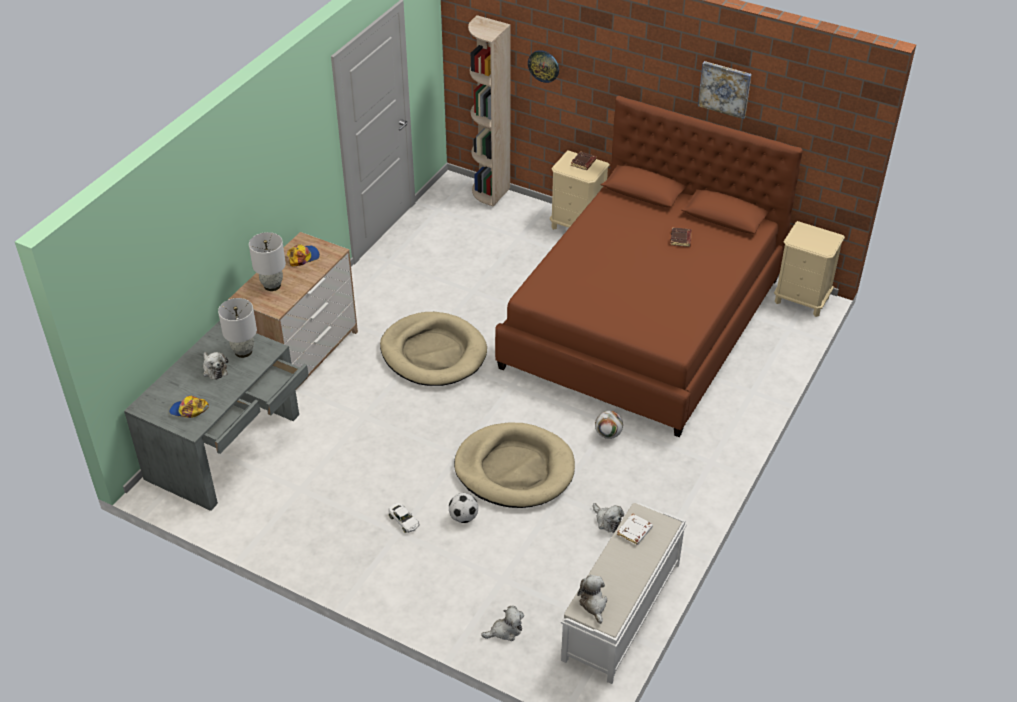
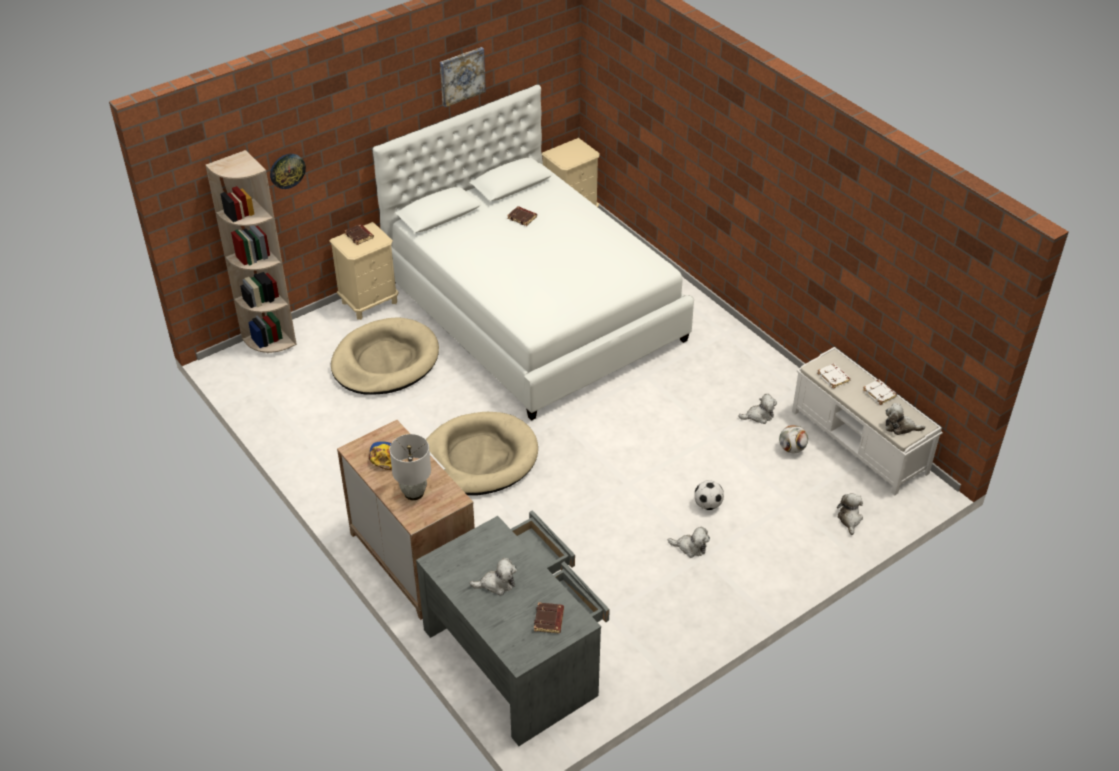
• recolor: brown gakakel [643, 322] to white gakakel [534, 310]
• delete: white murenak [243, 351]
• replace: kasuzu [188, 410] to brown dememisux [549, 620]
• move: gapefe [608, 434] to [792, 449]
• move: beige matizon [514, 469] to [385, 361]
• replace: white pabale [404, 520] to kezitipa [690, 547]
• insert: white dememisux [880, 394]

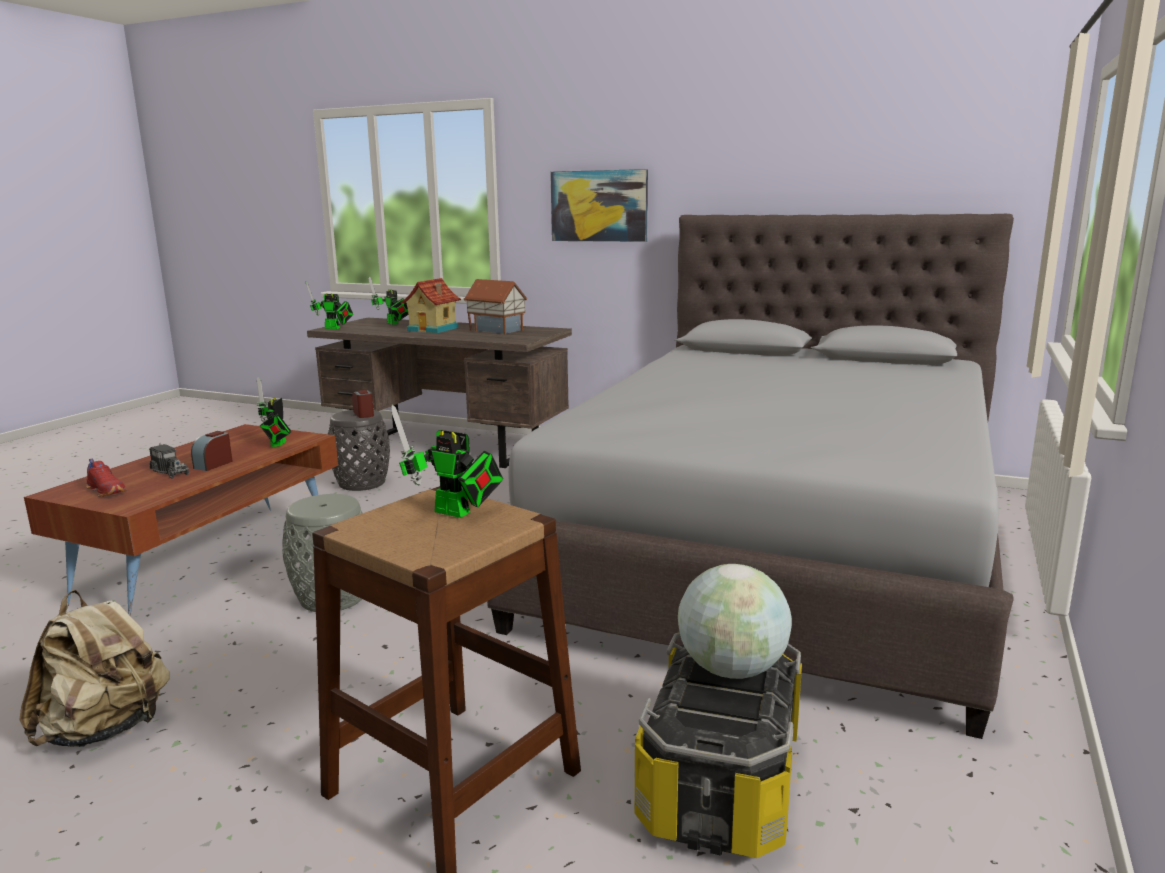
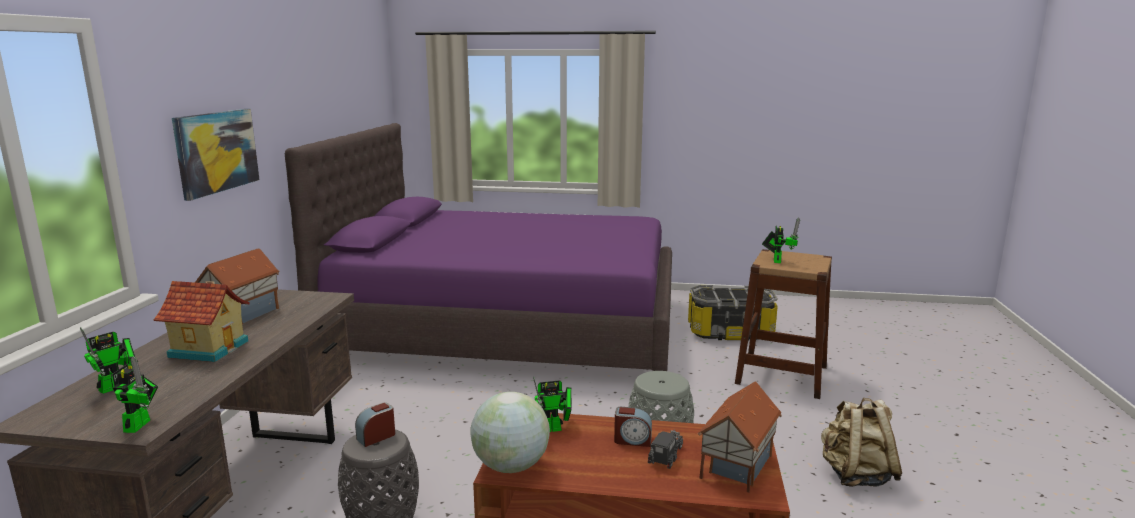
• recolor: grey gakakel [780, 546] to purple gakakel [507, 327]
• replace: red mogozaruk [107, 491] to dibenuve [735, 466]
• move: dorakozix [732, 670] to [511, 466]

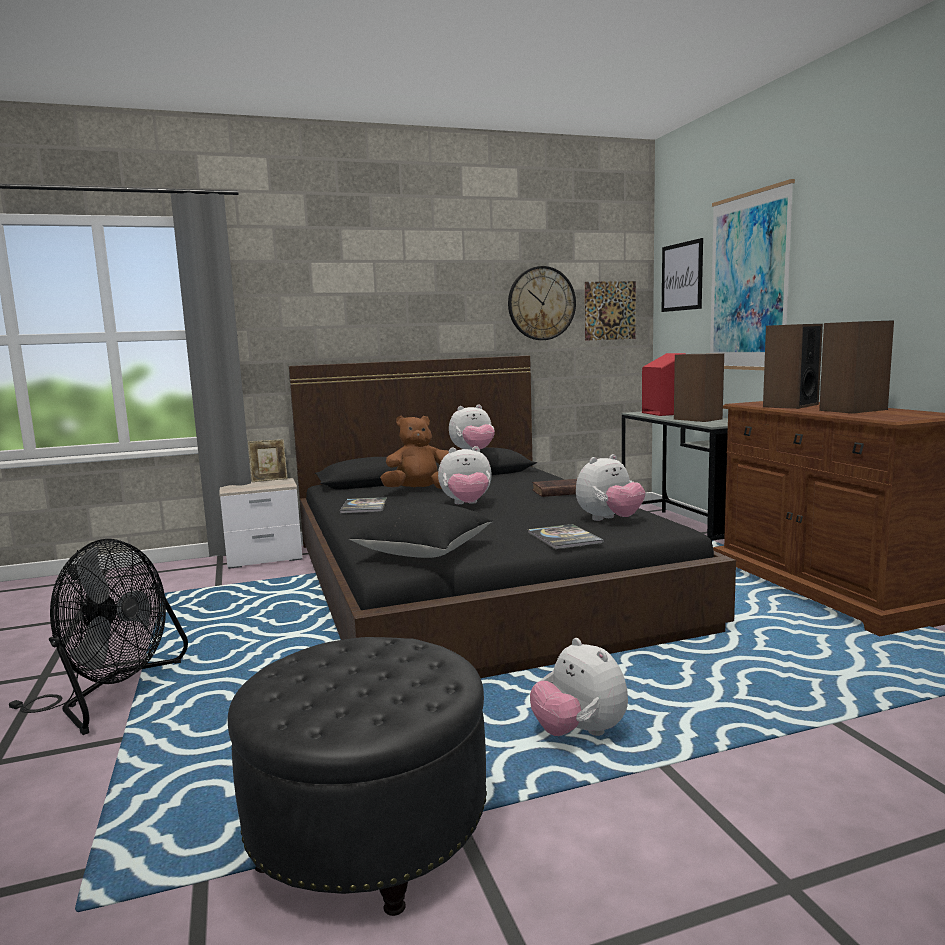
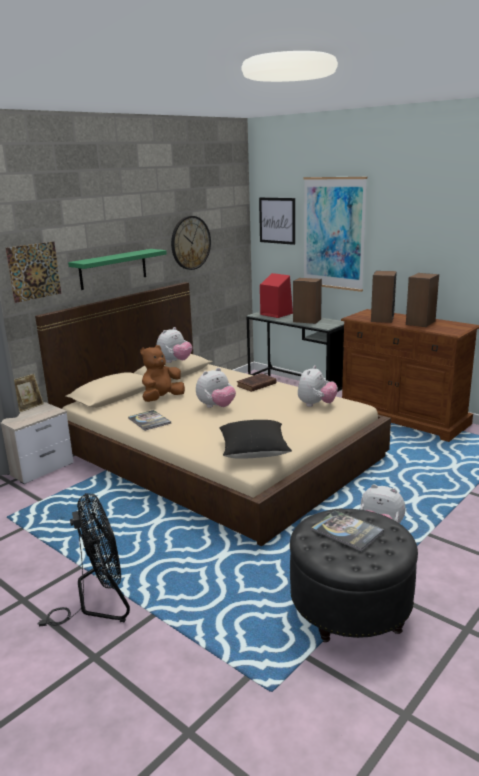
• move: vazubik [610, 310] to [34, 271]
• recolor: black gakakel [474, 580] to beige gakakel [217, 453]
• move: dememisux [564, 538] to [347, 531]
• insert: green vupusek [113, 269]

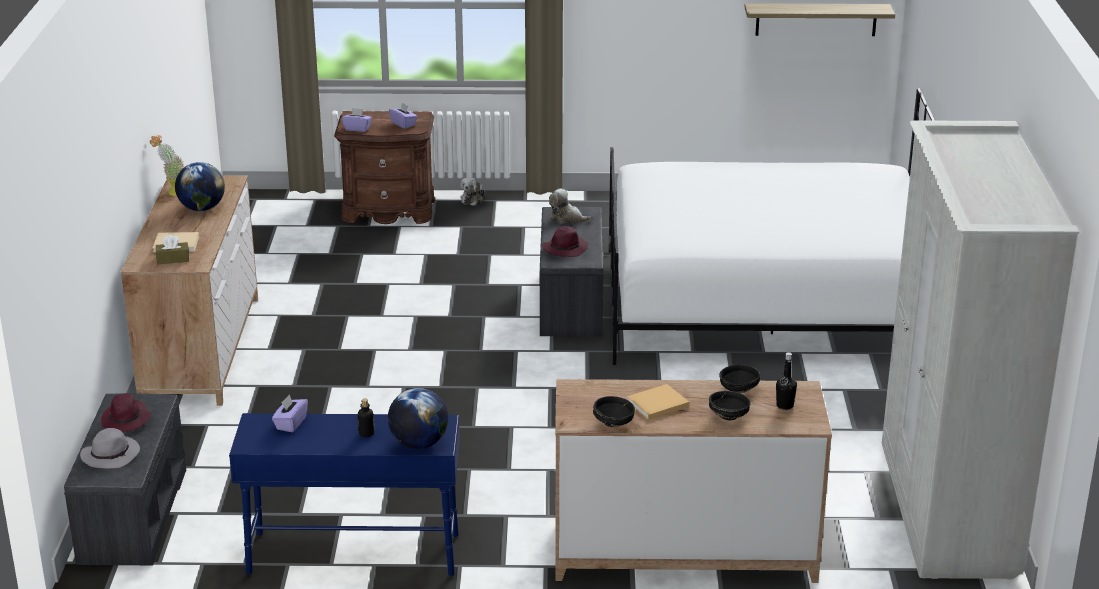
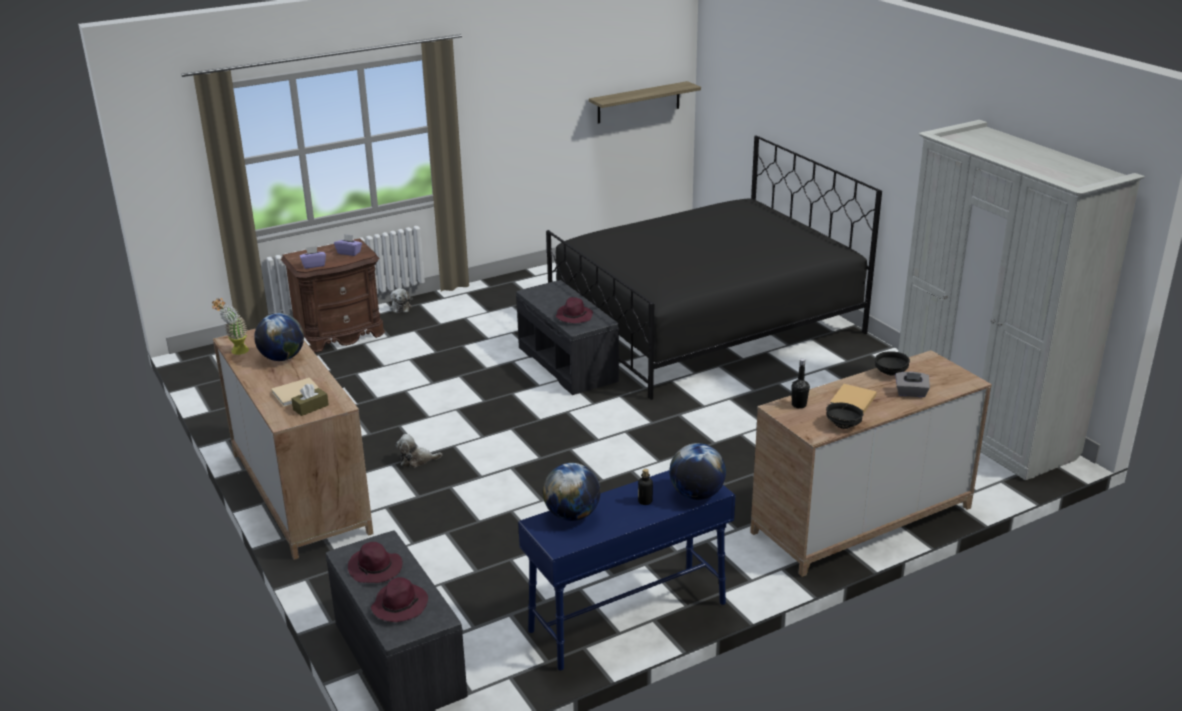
• recolor: white gakakel [767, 304] to black gakakel [706, 325]
• move: kezitipa [567, 218] to [416, 460]
• move: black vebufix [784, 405] to [799, 405]
• replace: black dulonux [729, 416] to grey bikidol [911, 393]
• replace: purple bikidol [290, 423] to dorakozix [572, 515]
• recolor: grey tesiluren [111, 455] to purple tesiluren [399, 605]

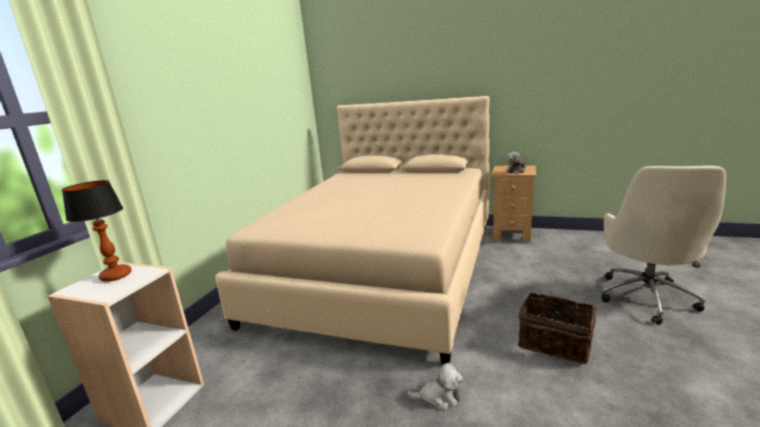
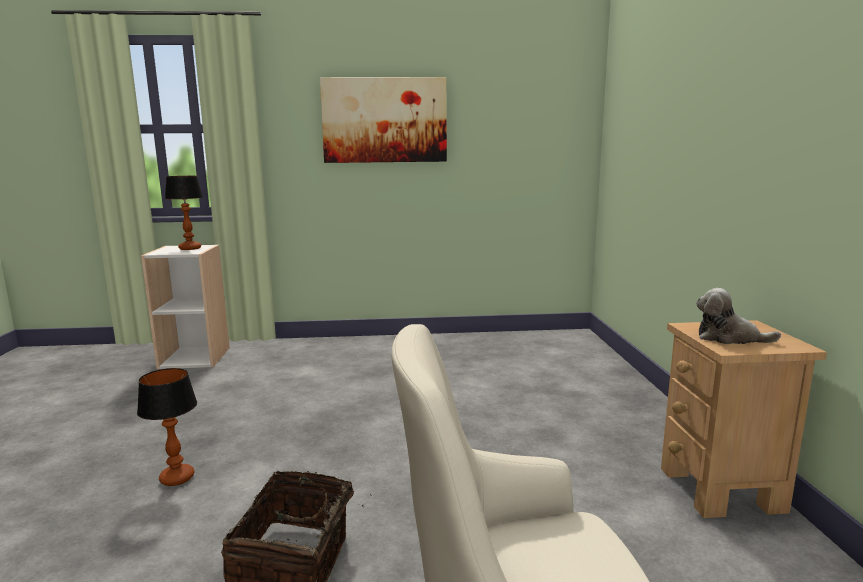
• delete: beige gakakel [385, 267]
• replace: kezitipa [438, 397] to murenak [177, 477]
• insert: vazubik [384, 120]

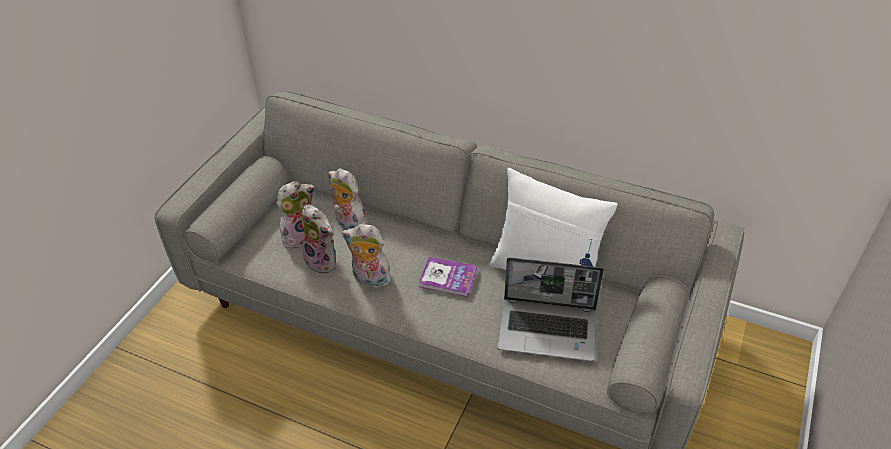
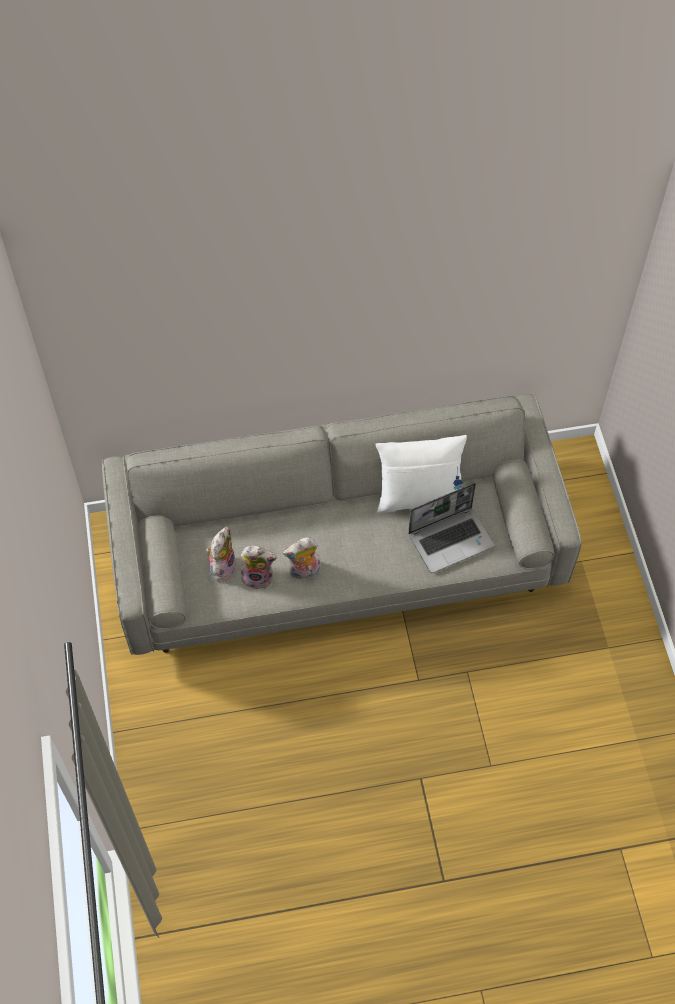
• delete: kezitipa [348, 224]
• delete: dememisux [447, 278]

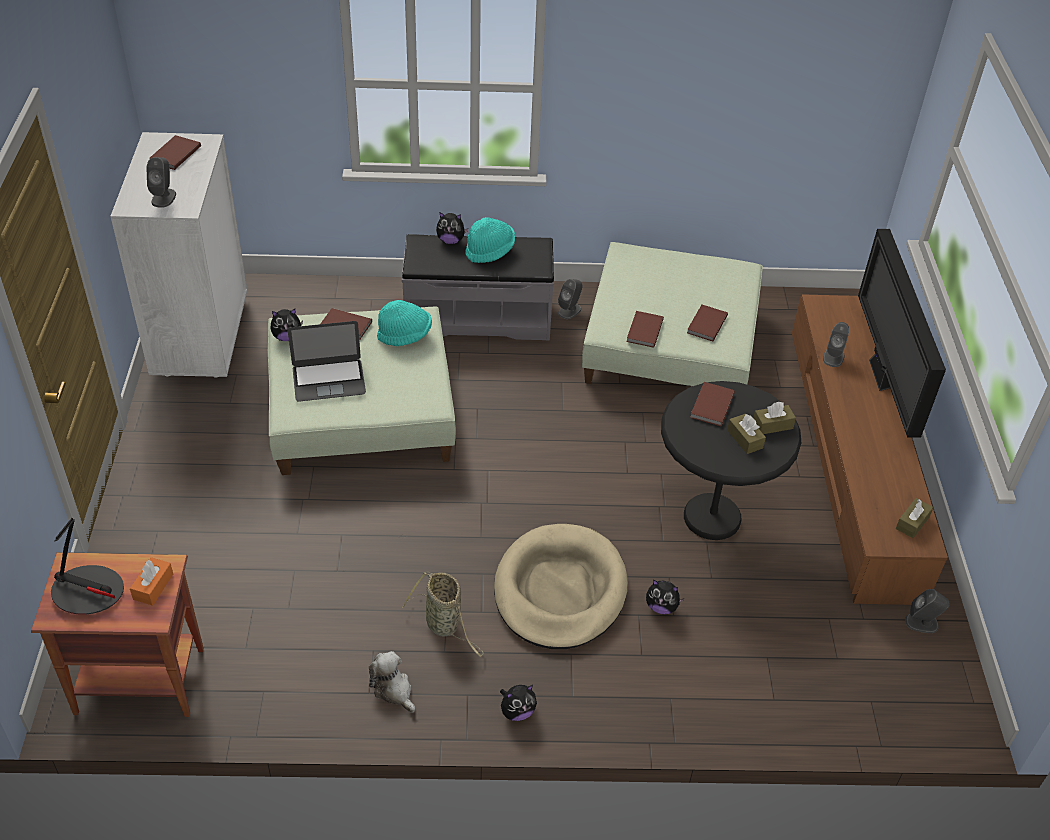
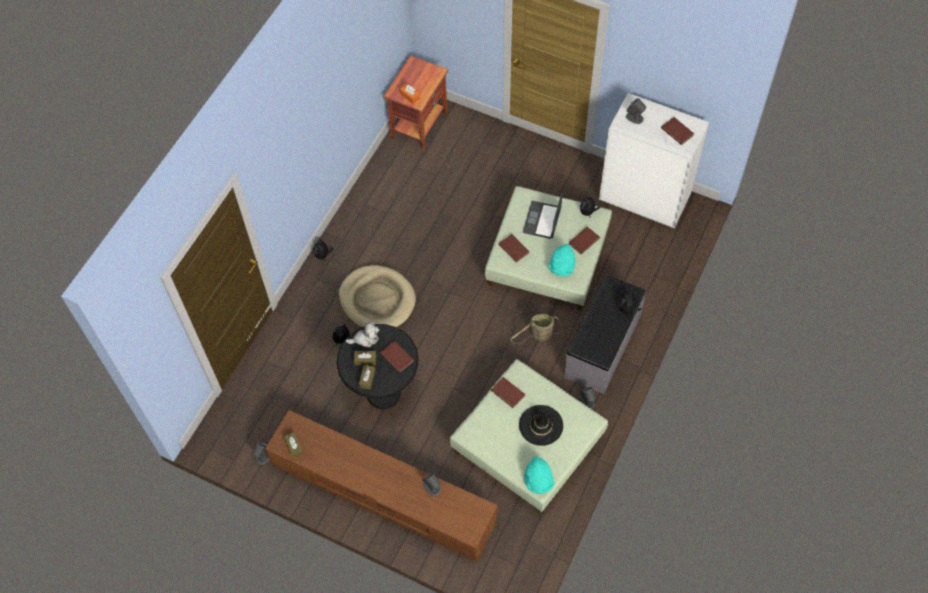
• move: turquoise tesiluren [490, 251] to [538, 480]
• delete: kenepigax [881, 377]
• move: brown dememisux [705, 324] to [514, 248]
• delete: murenak [88, 592]
• move: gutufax [444, 625] to [539, 335]
• move: kezitipa [393, 689] to [365, 339]
• insert: black tesiluren [541, 425]

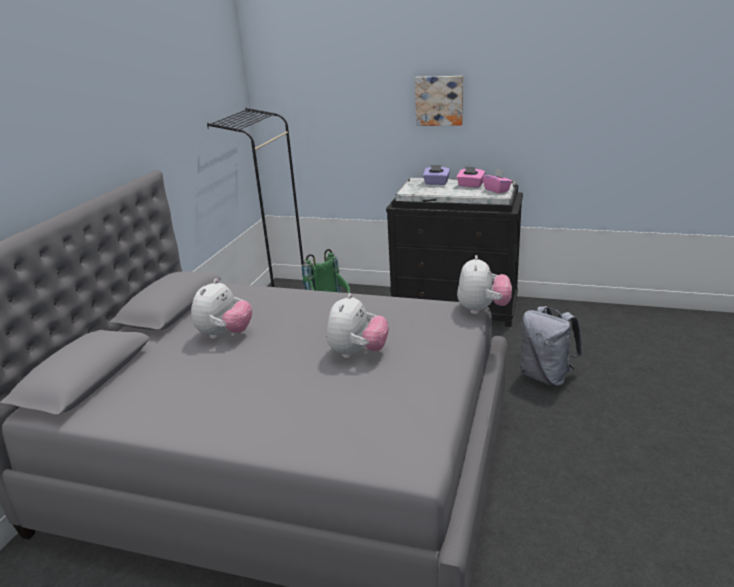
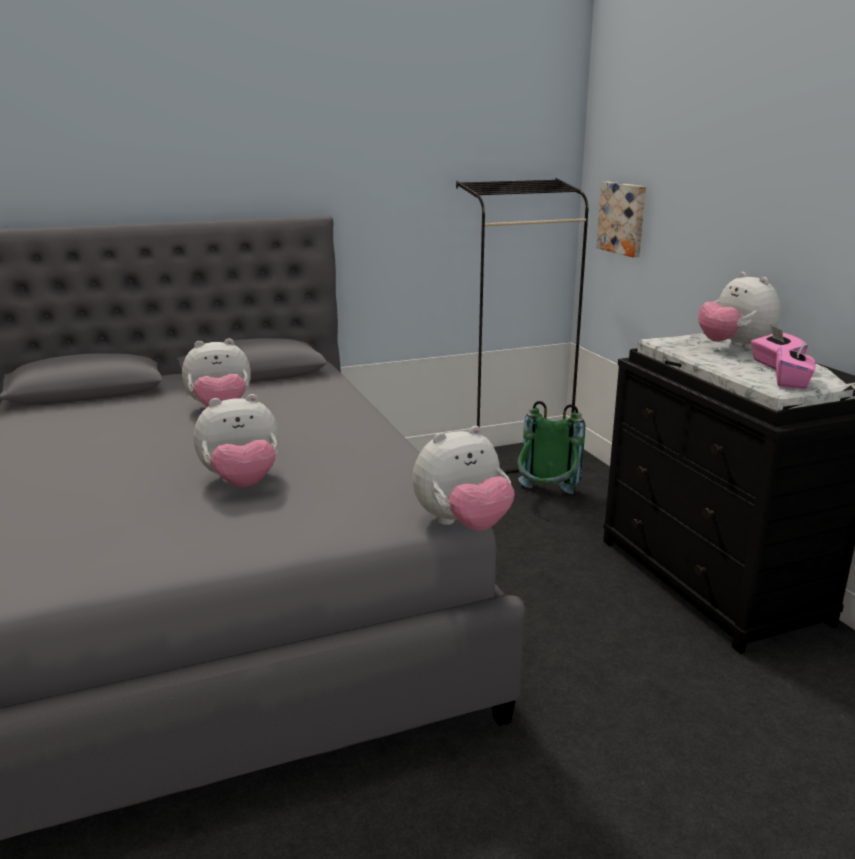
• move: vazubik [439, 100] to [623, 218]
• replace: purple bikidol [436, 183] to kezitipa [734, 347]
• delete: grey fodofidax [546, 376]

